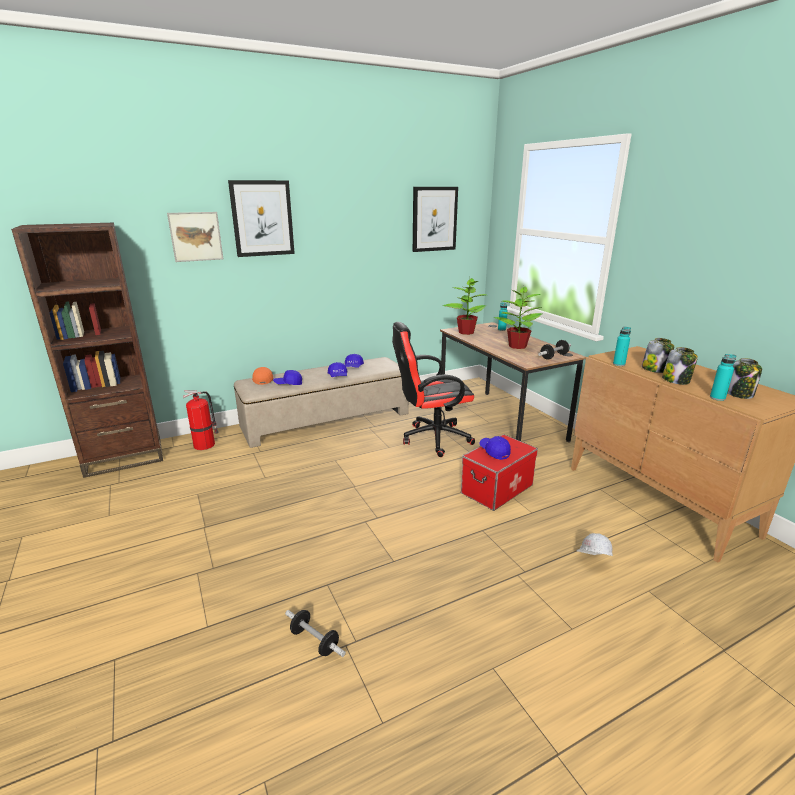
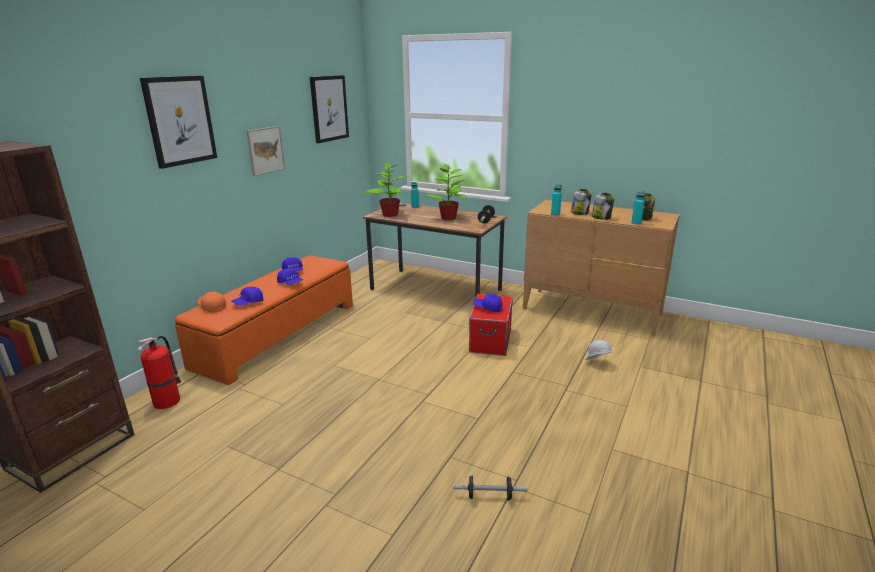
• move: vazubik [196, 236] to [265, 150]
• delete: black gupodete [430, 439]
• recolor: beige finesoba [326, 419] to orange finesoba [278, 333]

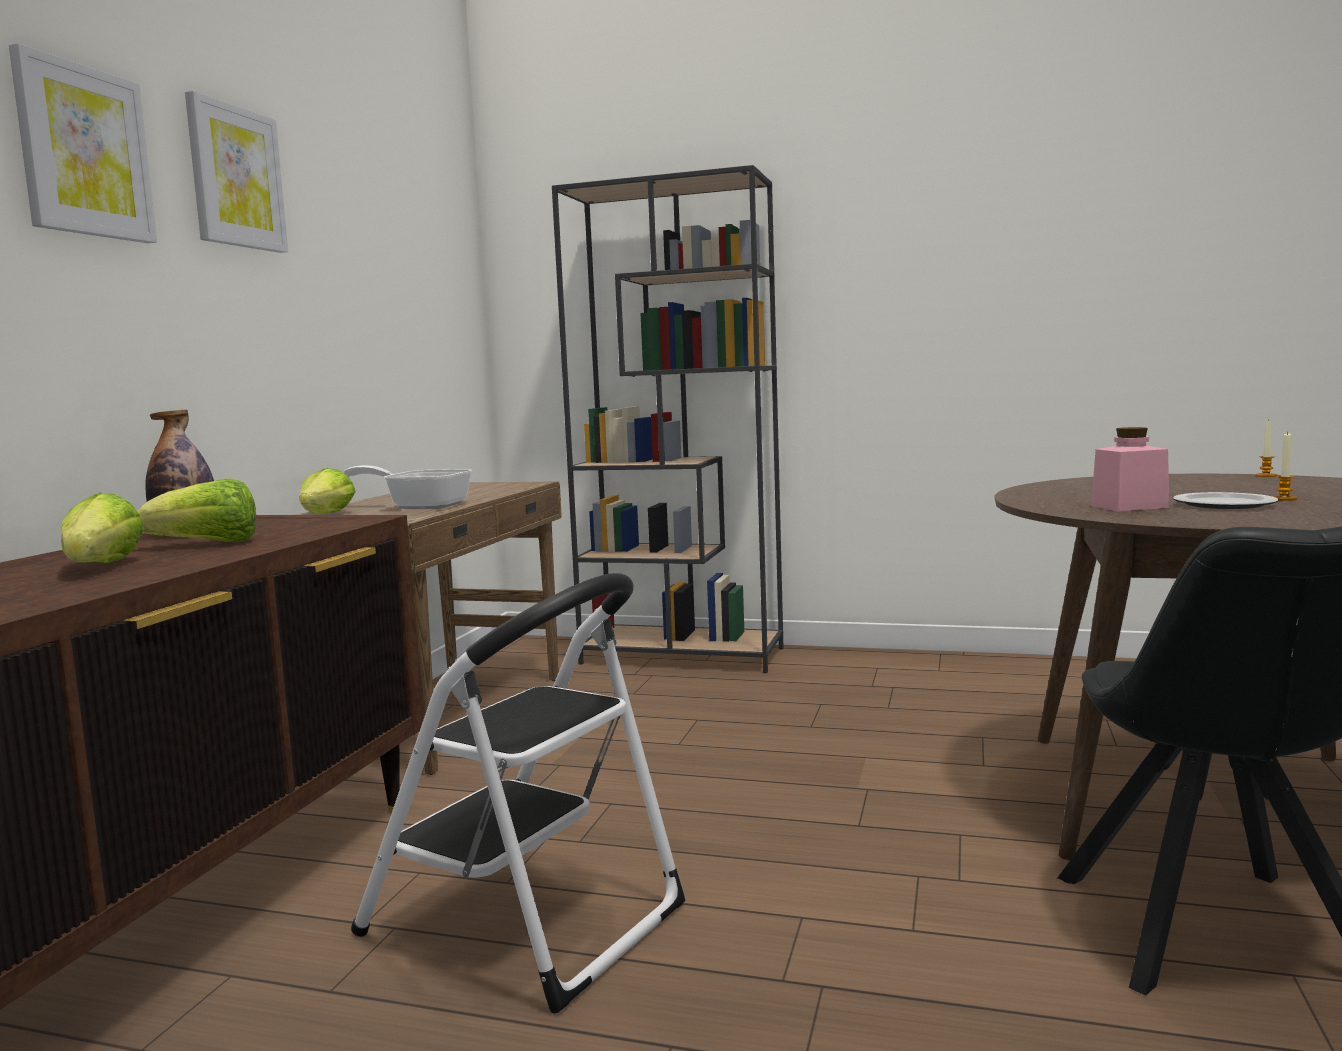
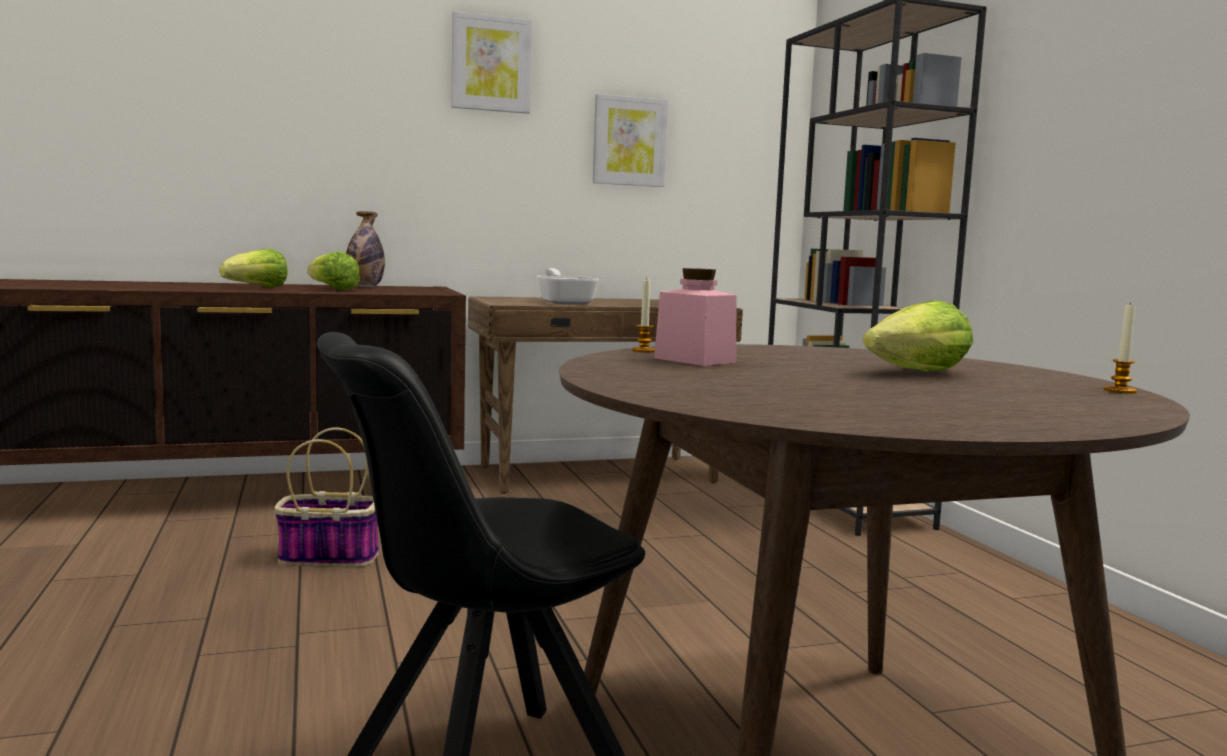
• move: vazubik [84, 151] to [629, 141]
• move: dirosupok [1284, 499] to [644, 350]
• move: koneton [326, 515] to [917, 372]
• delete: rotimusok [1225, 504]
• replace: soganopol [529, 922] to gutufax [326, 558]

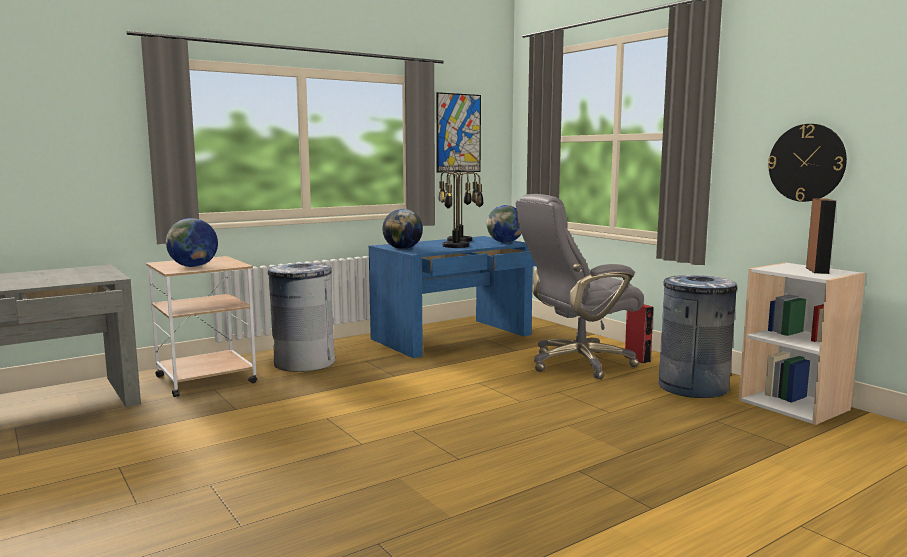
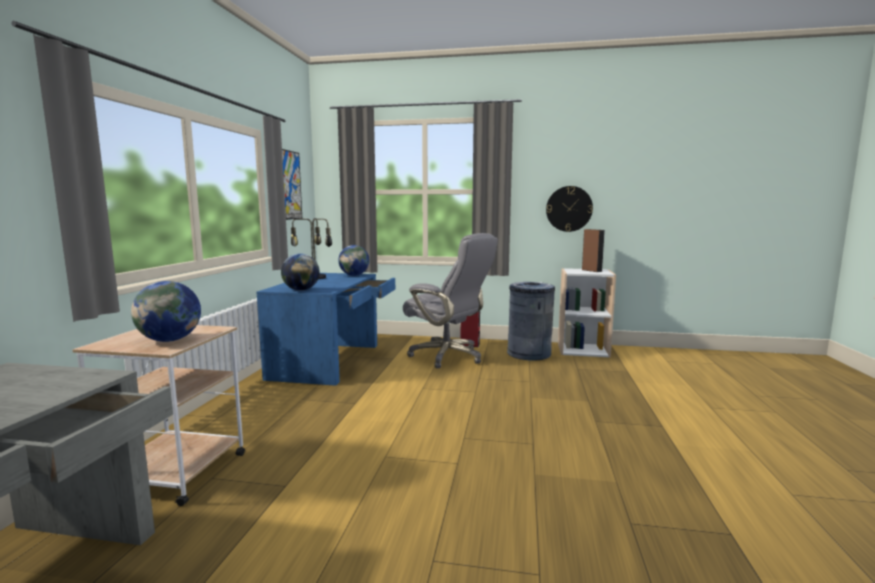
• delete: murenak [456, 246]
• rotate: grey gupodete [576, 364] = [448, 357] 75 degrees counterclockwise
• delete: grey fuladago [304, 363]

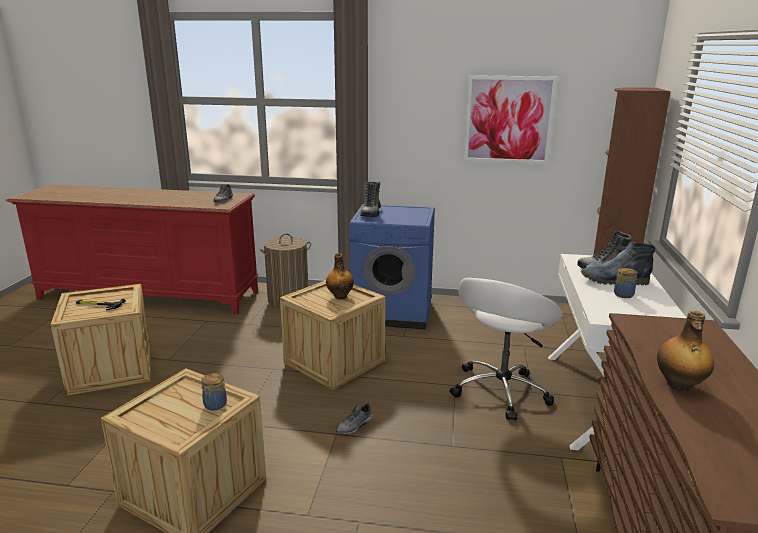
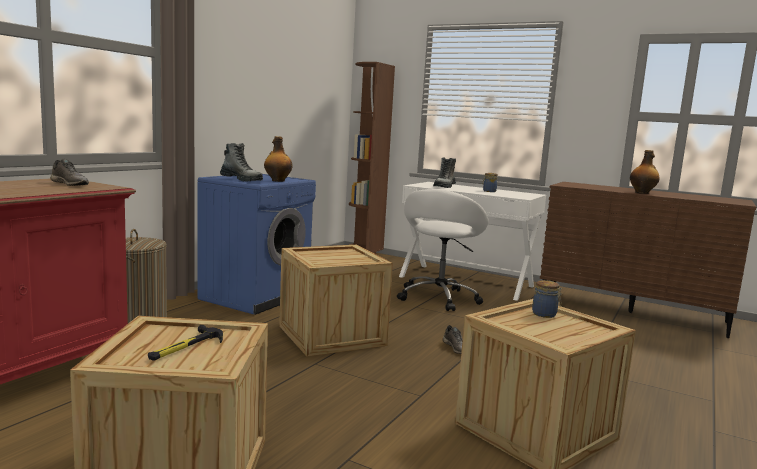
• delete: vazubik [508, 120]
• delete: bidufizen [613, 281]
• move: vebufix [340, 296] to [277, 181]
• rotate: white gupodete [499, 393] = [437, 298] 60 degrees clockwise

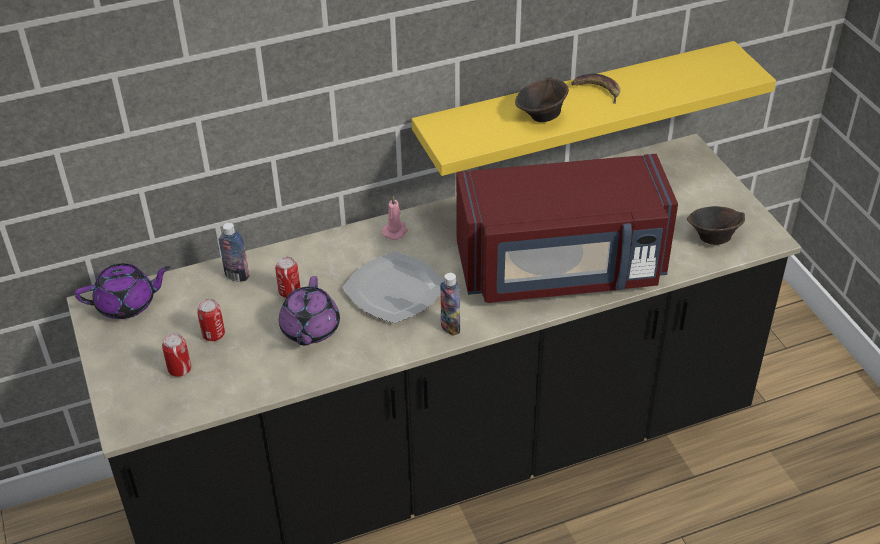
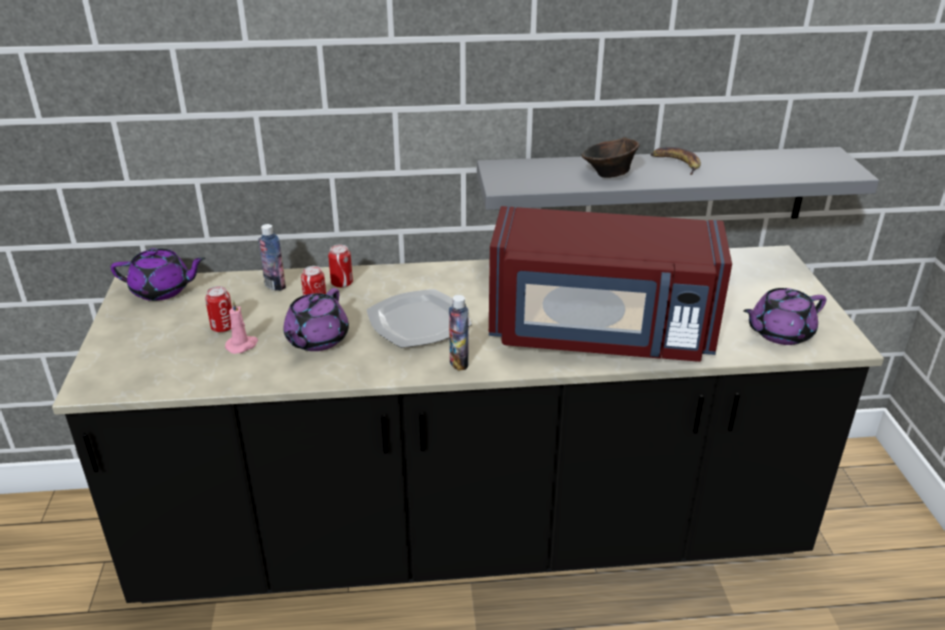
• recolor: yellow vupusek [576, 108] to grey vupusek [657, 189]
• move: pink dirosupok [395, 231] to [242, 345]
• replace: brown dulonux [712, 237] to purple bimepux [779, 333]
• move: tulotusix [179, 369] to [342, 283]

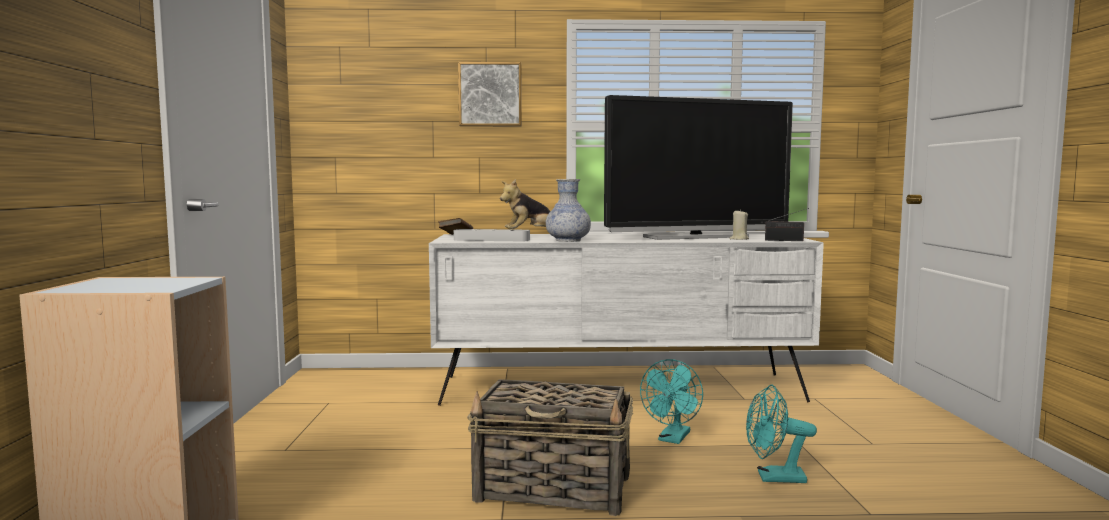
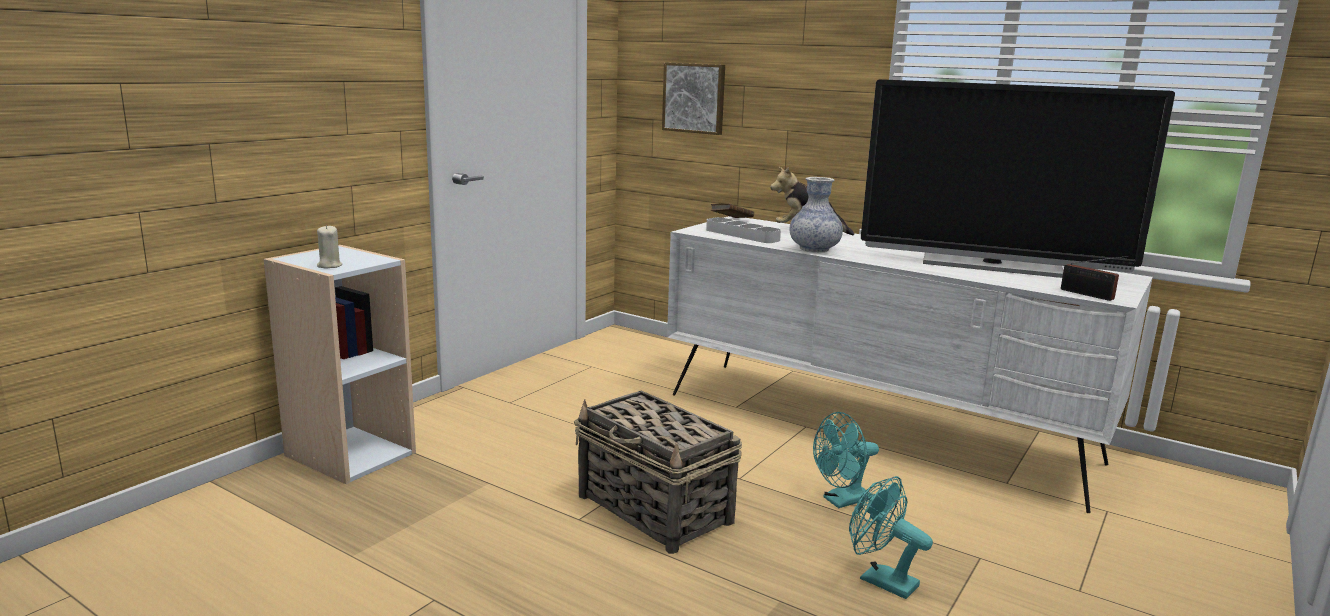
• move: vazubik [490, 94] to [694, 98]
• move: beige dirosupok [739, 239] to [329, 266]

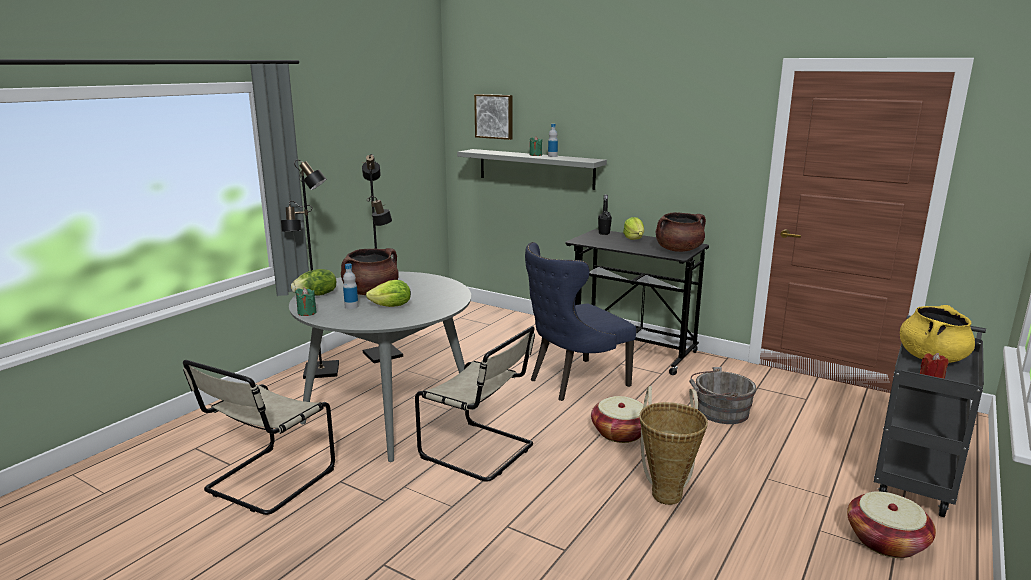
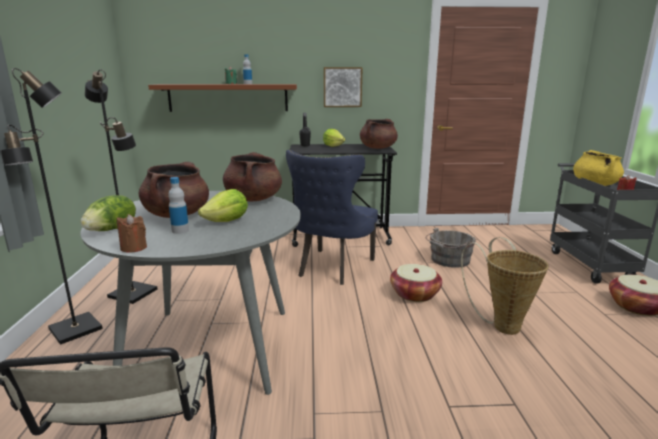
• move: vazubik [494, 116] to [342, 87]
• recolor: grey vupusek [535, 168] to brown vupusek [228, 97]
• recolor: green dirosupok [307, 313] to brown dirosupok [133, 248]
• delete: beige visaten [481, 452]
• insert: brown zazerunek [253, 199]

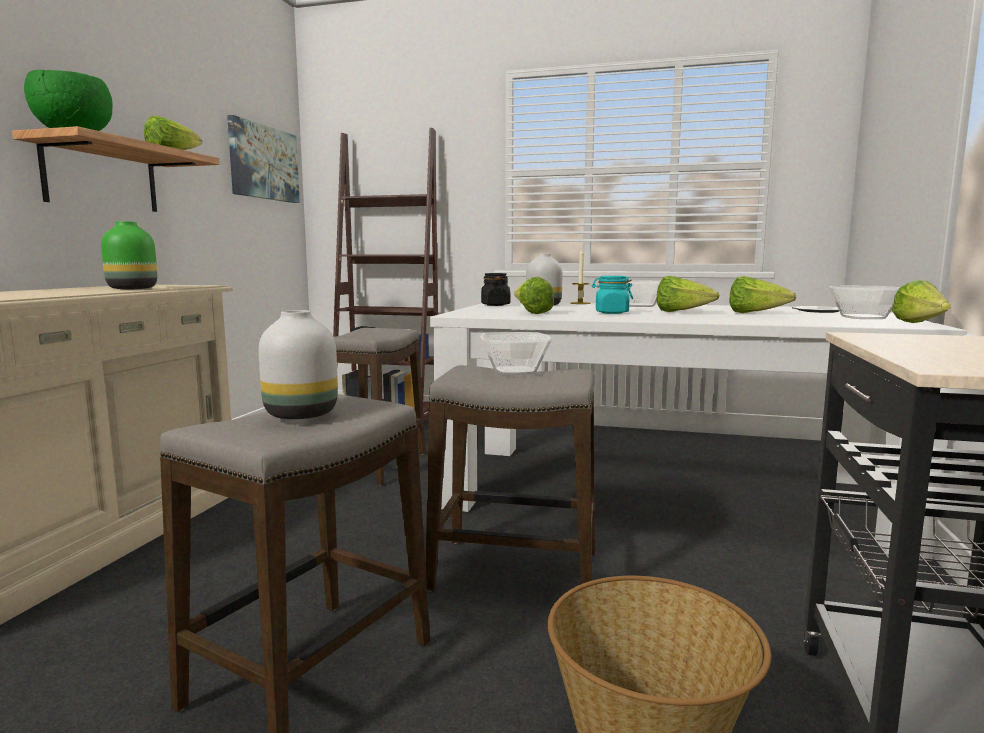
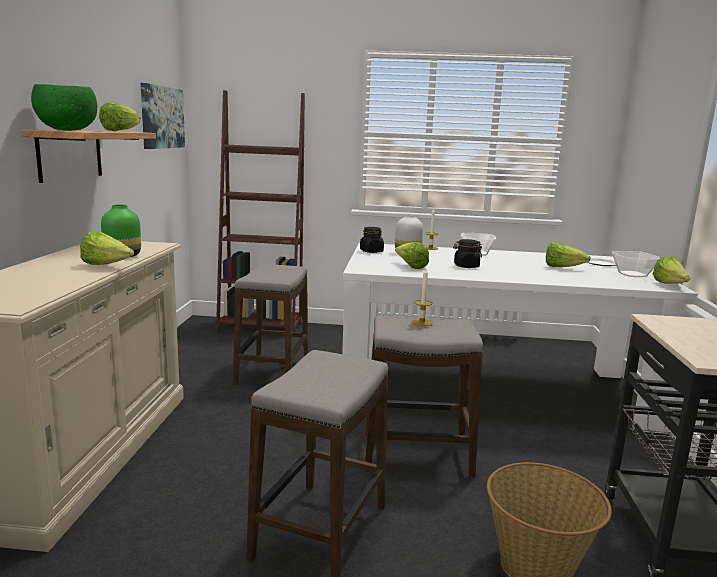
• recolor: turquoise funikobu [611, 313] to black funikobu [466, 266]
• move: koneton [681, 312] to [106, 265]
• delete: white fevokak [302, 414]
• replace: dulonux [515, 371] to dirosupok [422, 322]

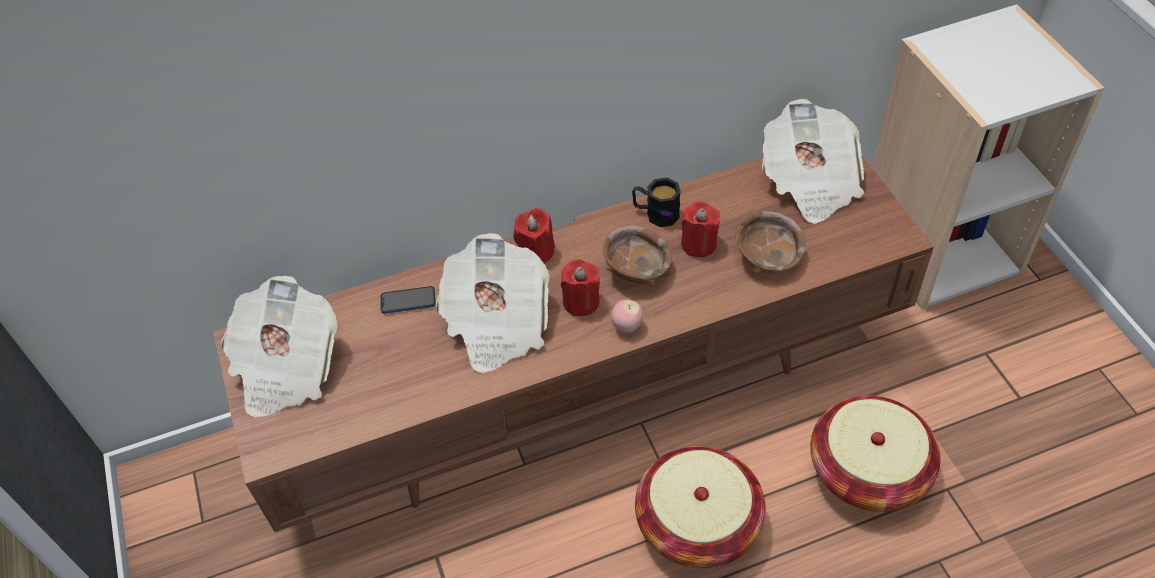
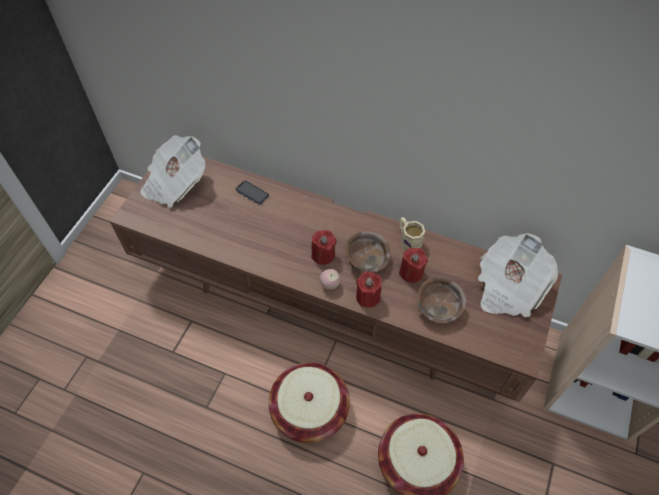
• recolor: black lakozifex [656, 213] to beige lakozifex [408, 240]
• move: red dirosupok [536, 252] to [368, 297]
• delete: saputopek [496, 323]

